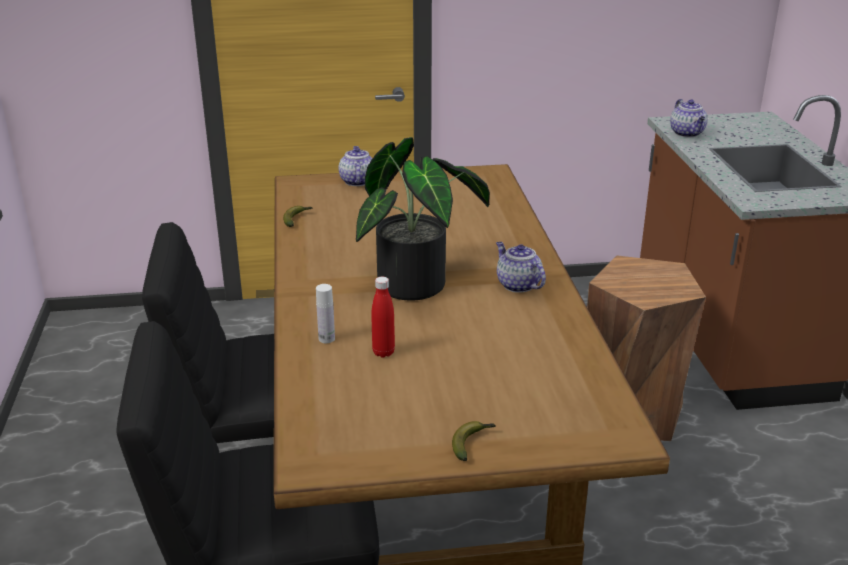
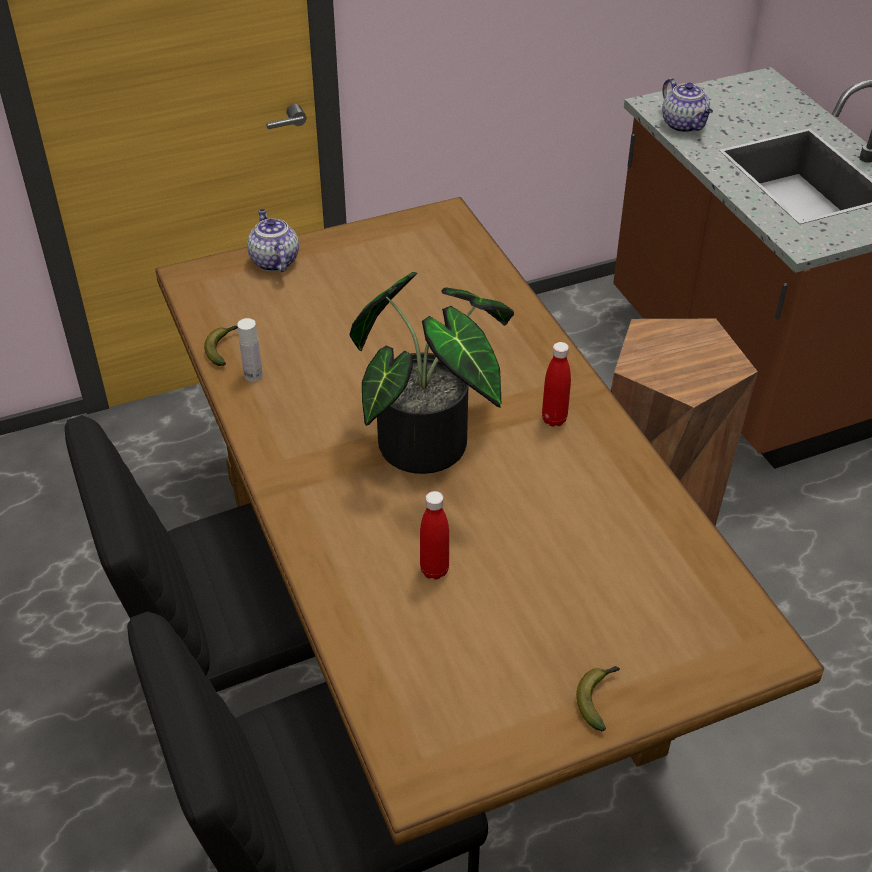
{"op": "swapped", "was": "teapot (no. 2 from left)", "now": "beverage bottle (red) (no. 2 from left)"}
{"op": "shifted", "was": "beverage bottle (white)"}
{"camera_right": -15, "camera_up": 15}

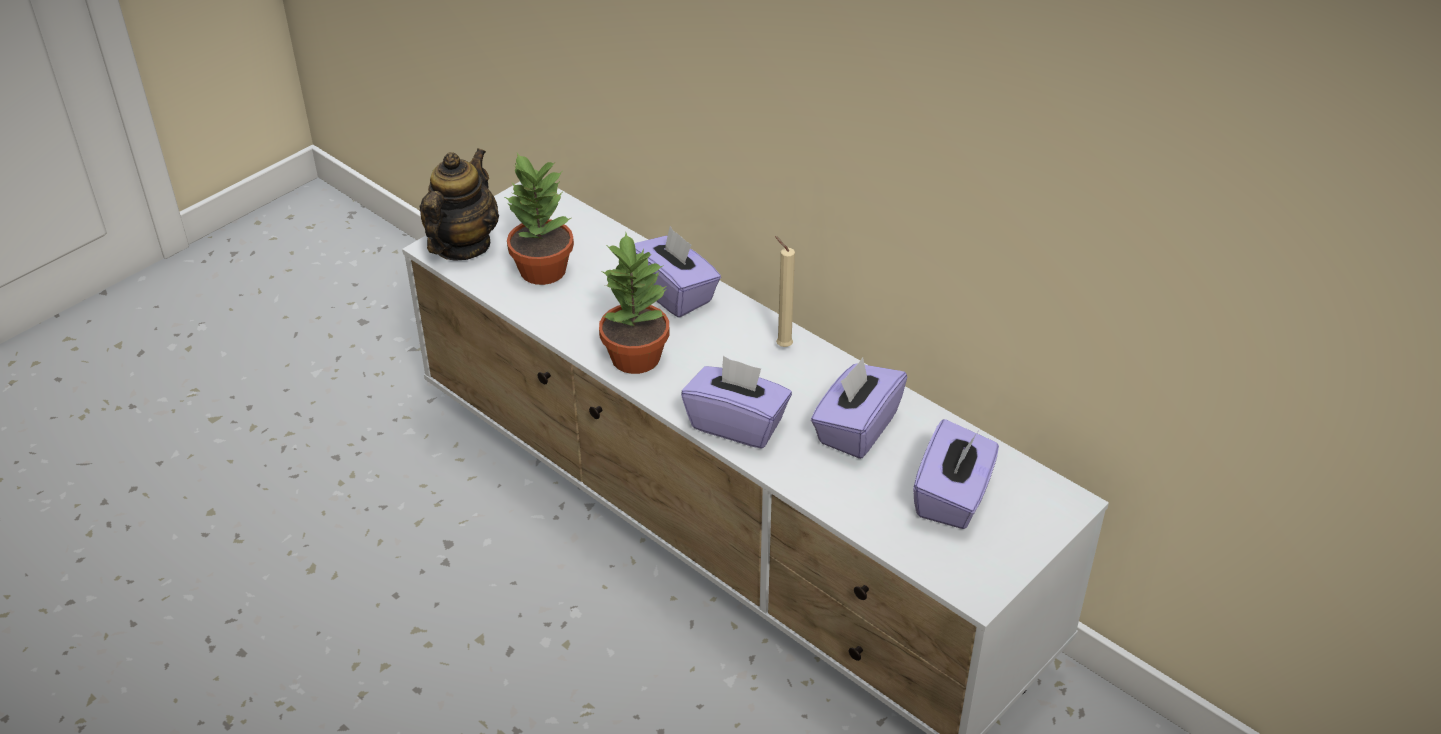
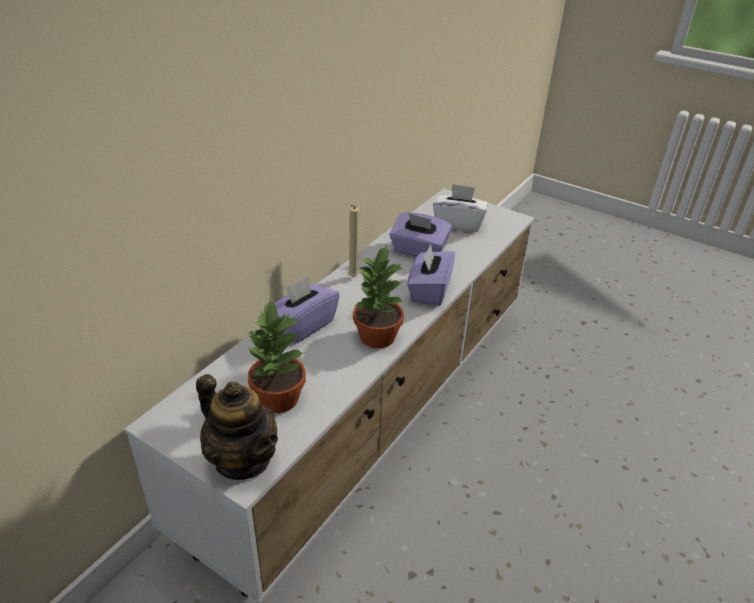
{"op": "rotated", "was": "teapot", "clockwise": -150}
{"op": "repainted", "was": "tissue box (purplish) (no. 4 from left)", "now": "tissue box (white)"}
{"camera_right": -100, "camera_up": -5}

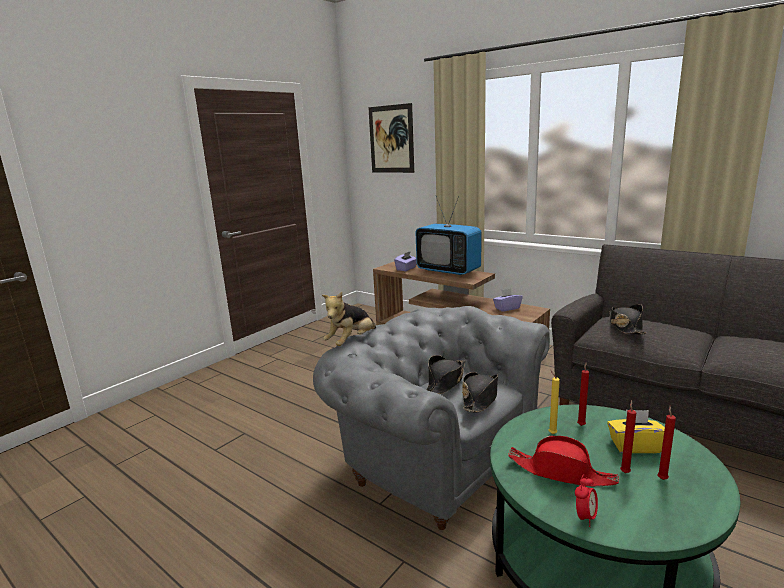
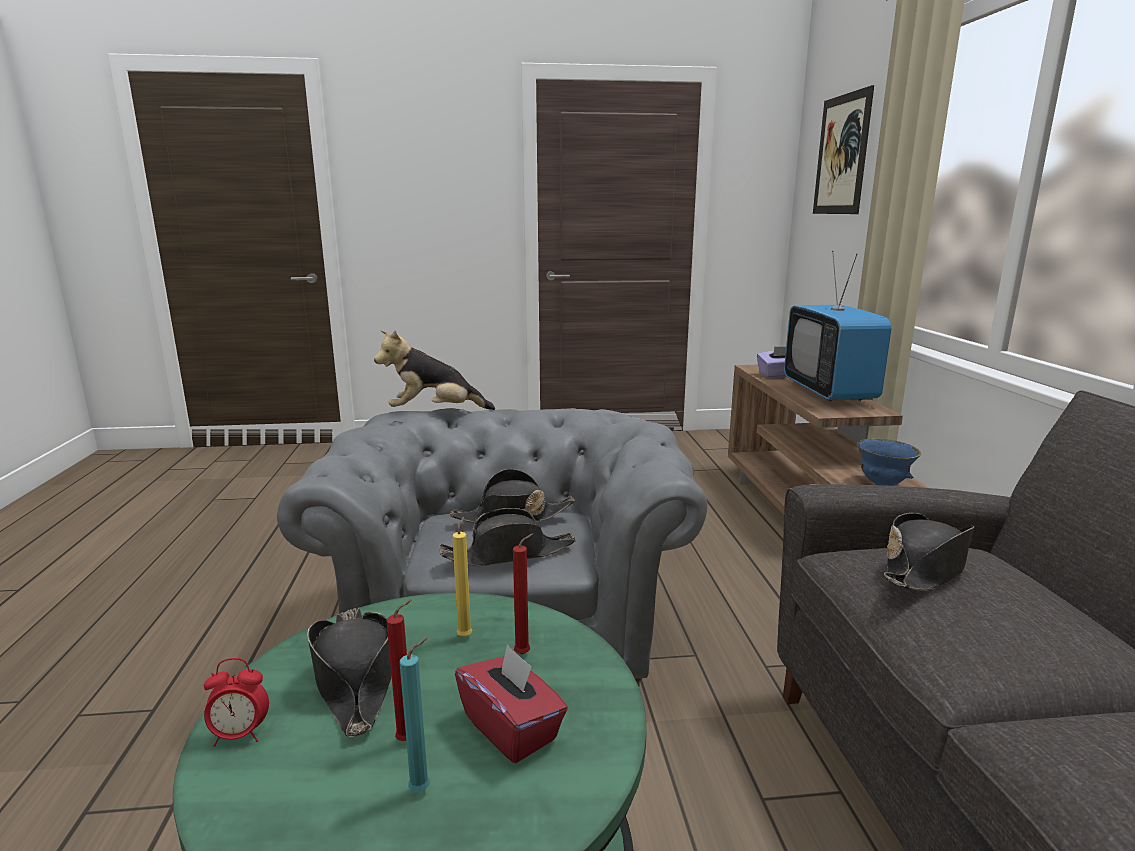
{"op": "swapped", "was": "tissue box (purplish) (no. 2 from left)", "now": "bowl (bluish)"}
{"op": "repainted", "was": "wax candle (red) (no. 3 from left)", "now": "wax candle (blue-green)"}
{"op": "repainted", "was": "tissue box (yellow)", "now": "tissue box (red)"}
{"op": "repainted", "was": "wearable hat (red)", "now": "wearable hat (black-coloured) (no. 1 from left)"}
{"camera_right": 45, "camera_up": 0}

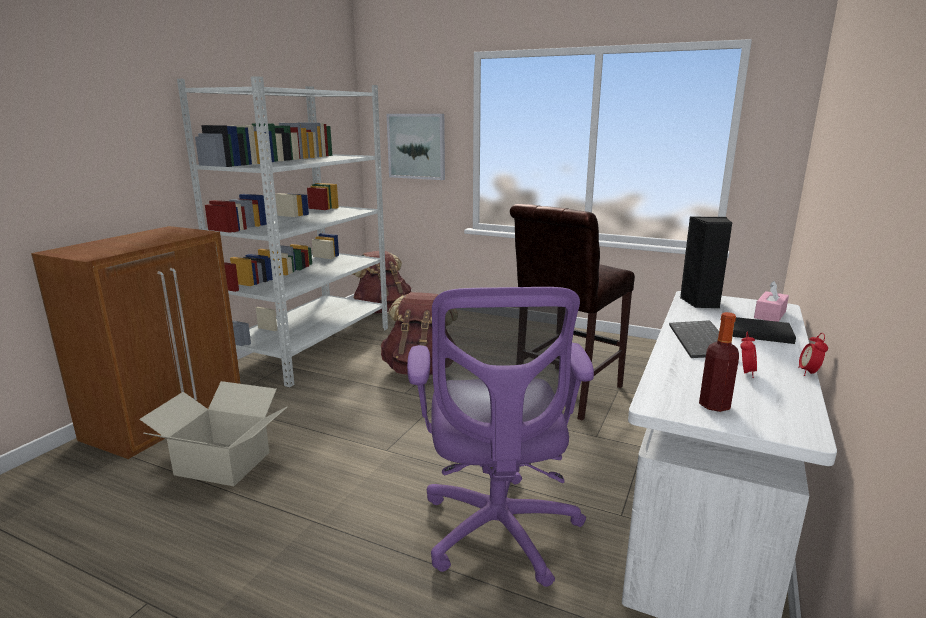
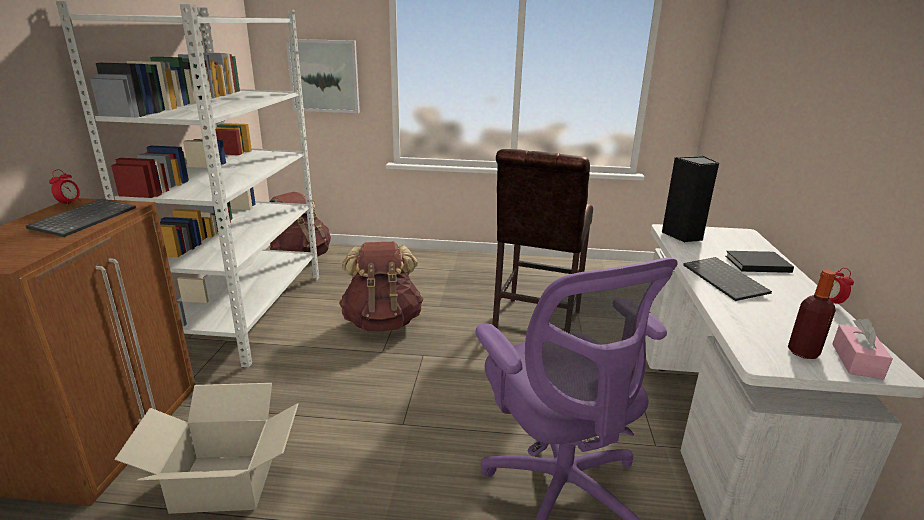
{"op": "shifted", "was": "tissue box (pink-coloured)"}
{"op": "shifted", "was": "alarm clock (no. 1 from left)"}
{"op": "new", "now": "computer keyboard (no. 1 from left)"}
{"camera_right": -20, "camera_up": 5}

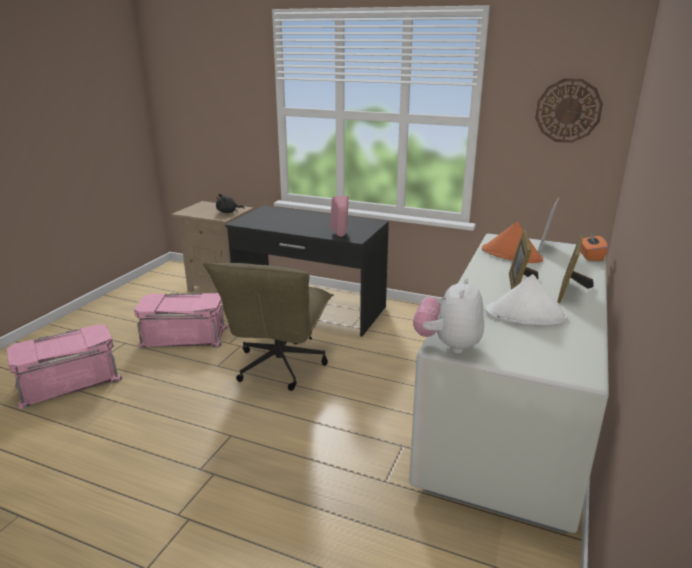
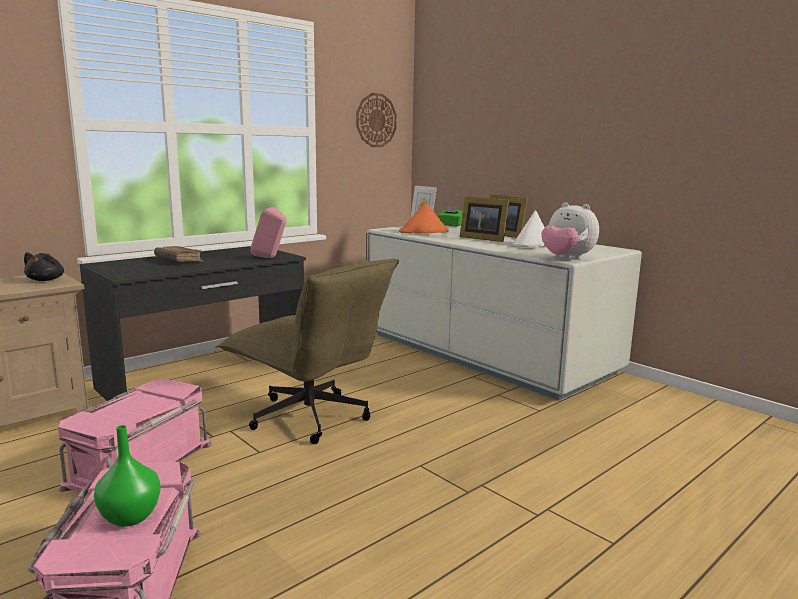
{"op": "repainted", "was": "tissue box (orange)", "now": "tissue box (greenish)"}
{"op": "new", "now": "book (brown-coloured)"}
{"op": "new", "now": "vase (greenish)"}
{"camera_right": -65, "camera_up": -10}

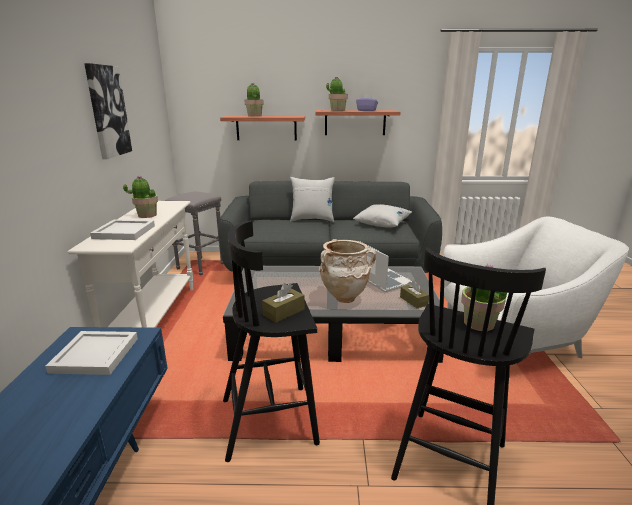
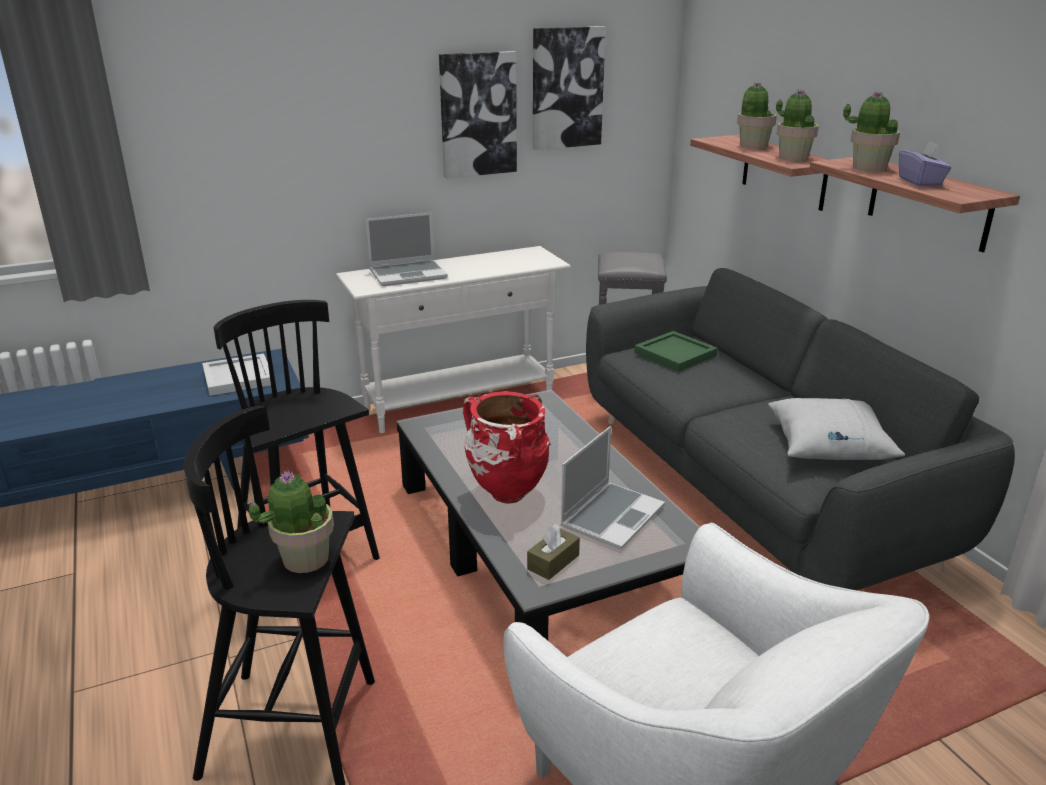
{"op": "shifted", "was": "potted plant (no. 1 from left in the first image)", "now": "potted plant (no. 3 from left)"}
{"op": "gone", "was": "cushion (gray) (no. 1 from left)"}
{"op": "swapped", "was": "tray (white) (no. 2 from left)", "now": "notebook computer (no. 1 from left)"}
{"op": "repainted", "was": "vase (beige)", "now": "vase (red)"}
{"op": "gone", "was": "tissue box (brown-coloured) (no. 1 from left)"}
{"op": "new", "now": "wall picture (no. 2 from left)"}
{"op": "new", "now": "tray (greenish)"}
{"camera_right": 65, "camera_up": 5}

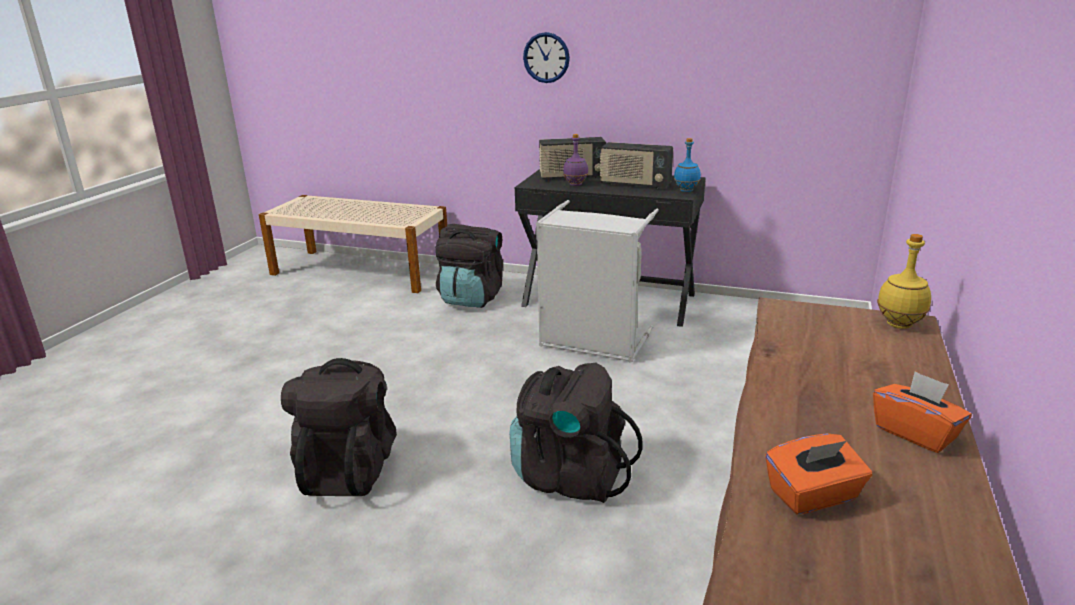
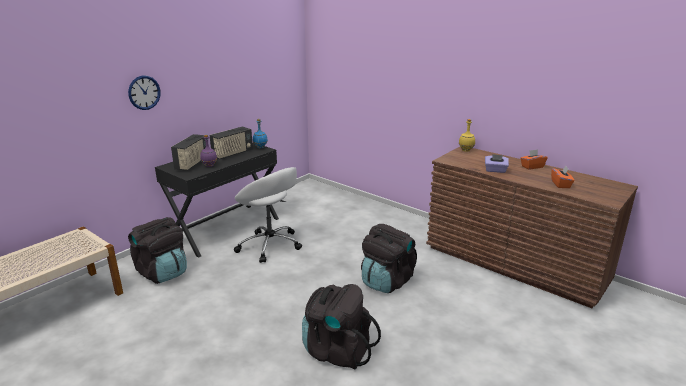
{"op": "swapped", "was": "washing basket (gray)", "now": "office chair (white)"}
{"op": "new", "now": "tissue box (purplish)"}
{"camera_right": -70, "camera_up": 0}

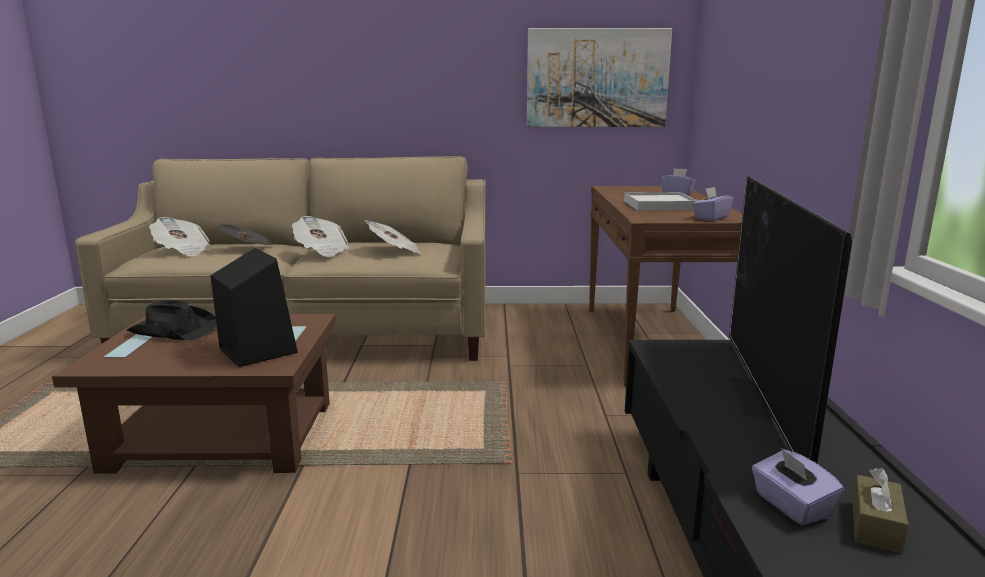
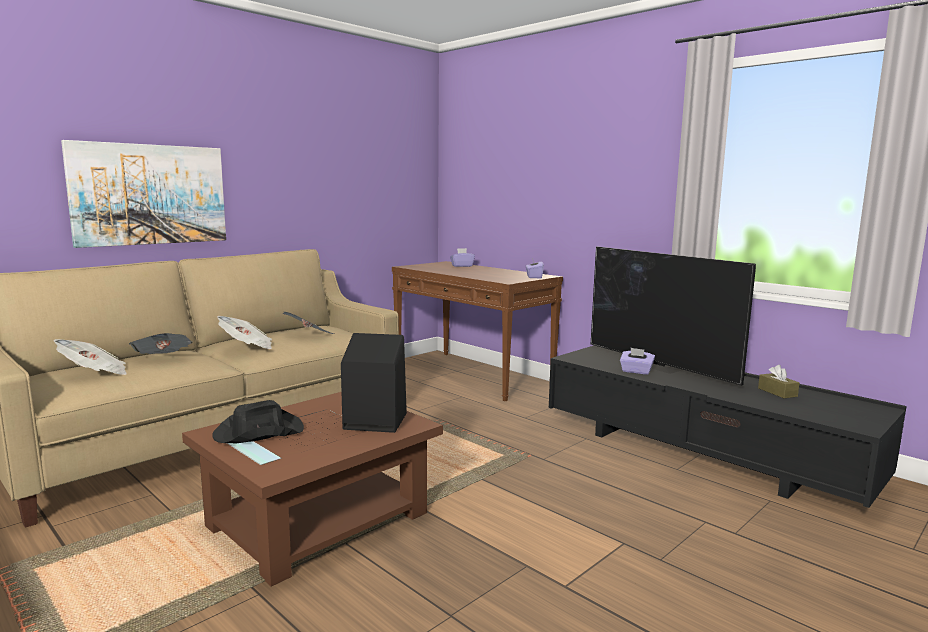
{"op": "shifted", "was": "wall picture"}
{"op": "gone", "was": "tray (white)"}
{"op": "shifted", "was": "tissue box (purplish) (no. 3 from left)"}
{"camera_right": -45, "camera_up": -5}

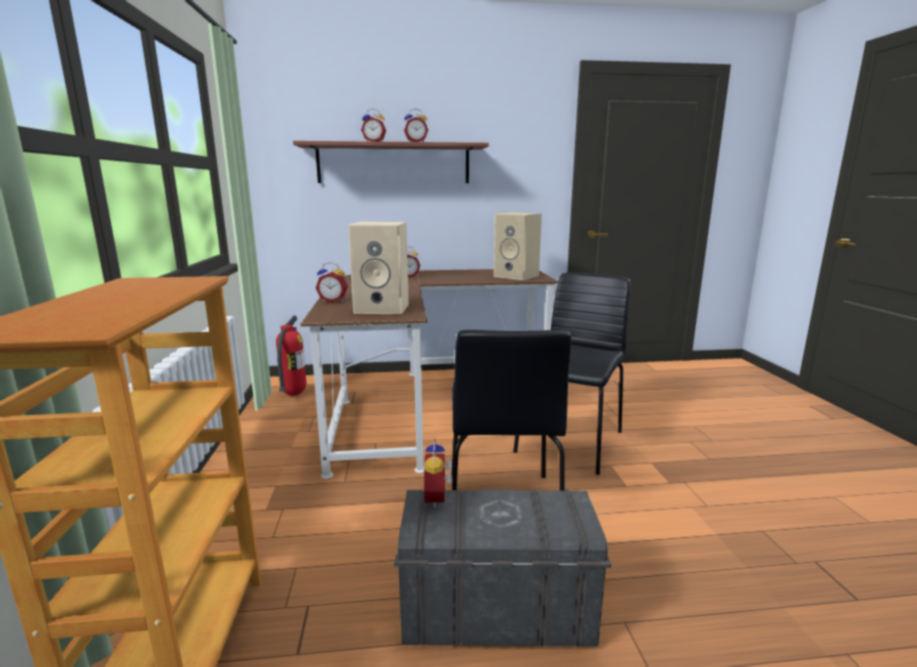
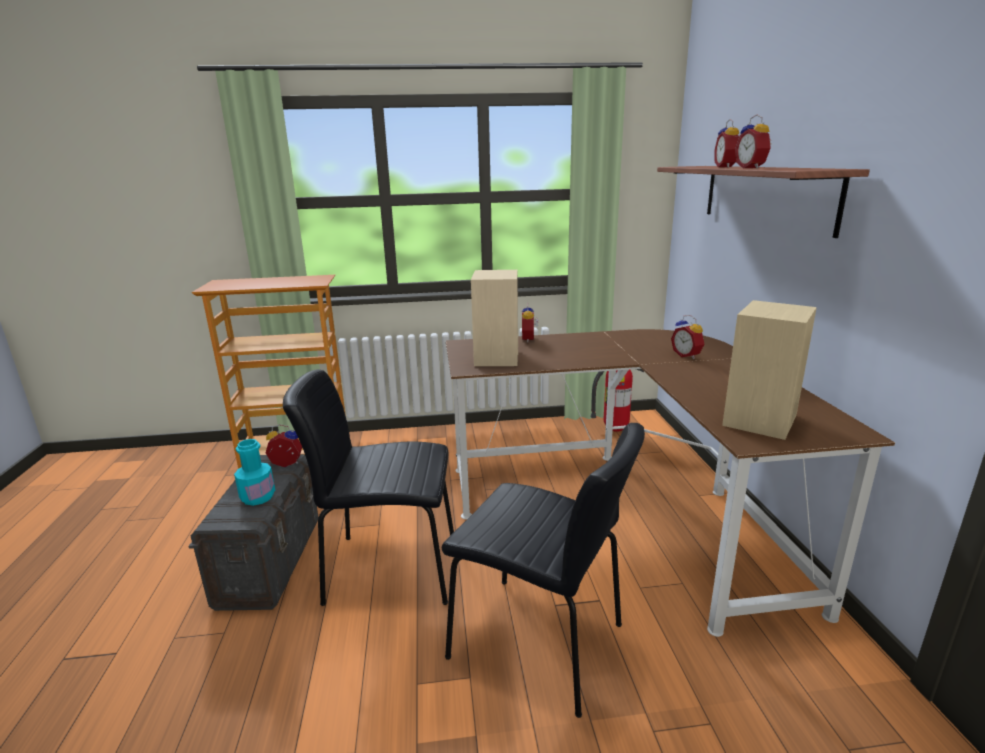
{"op": "new", "now": "beverage bottle (blue-green)"}
{"camera_right": 90, "camera_up": 5}

